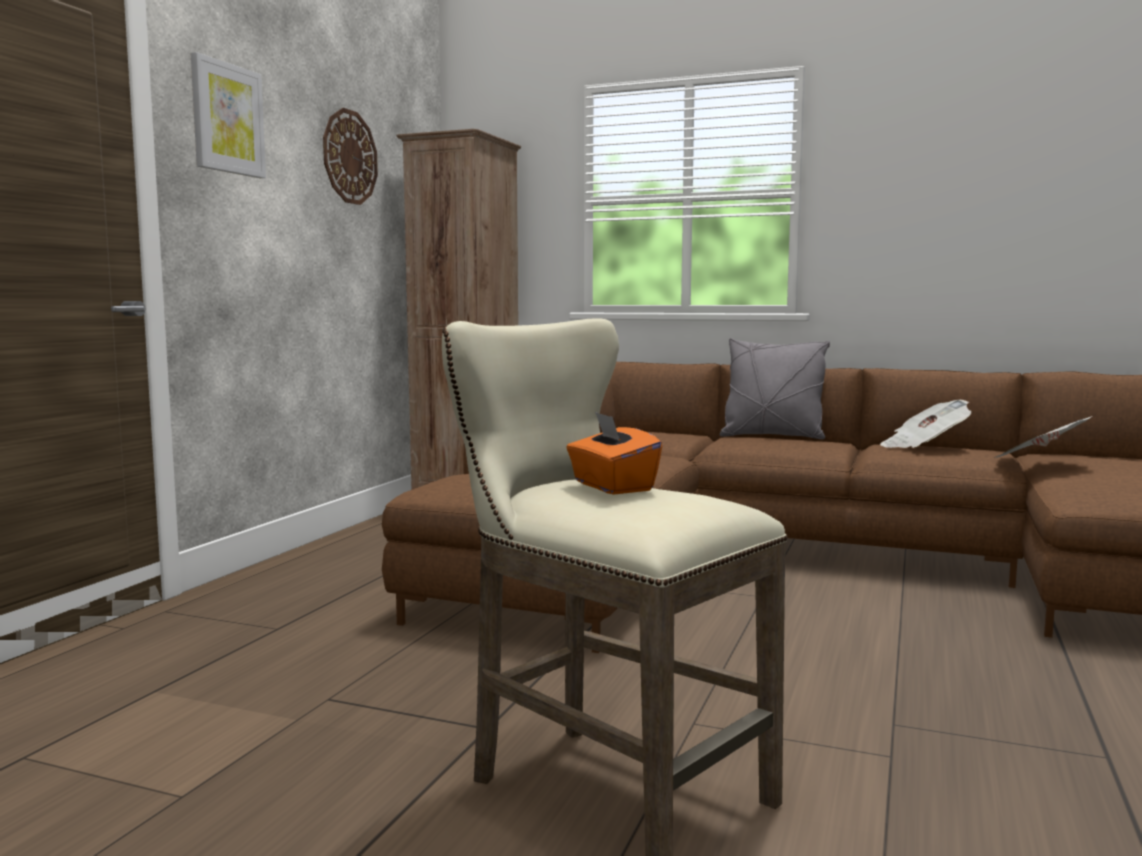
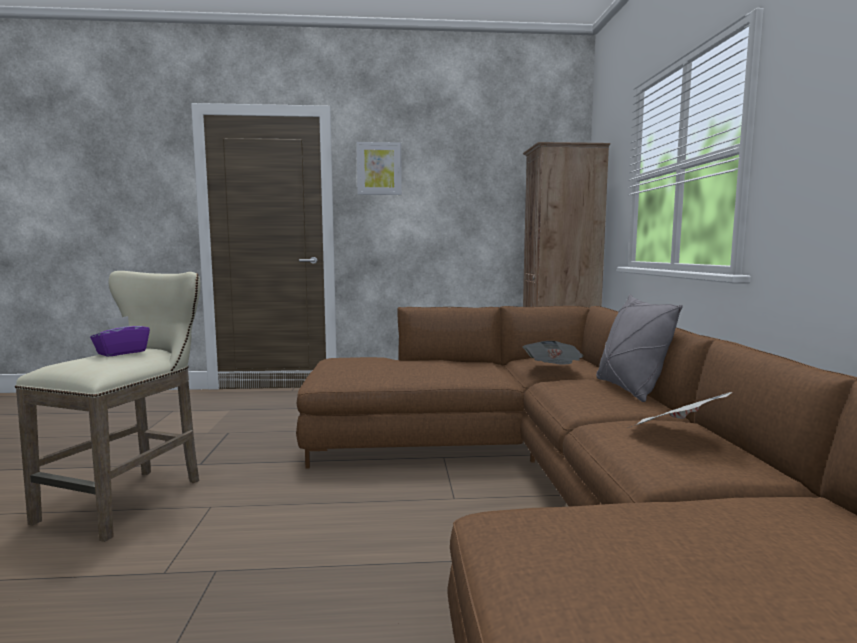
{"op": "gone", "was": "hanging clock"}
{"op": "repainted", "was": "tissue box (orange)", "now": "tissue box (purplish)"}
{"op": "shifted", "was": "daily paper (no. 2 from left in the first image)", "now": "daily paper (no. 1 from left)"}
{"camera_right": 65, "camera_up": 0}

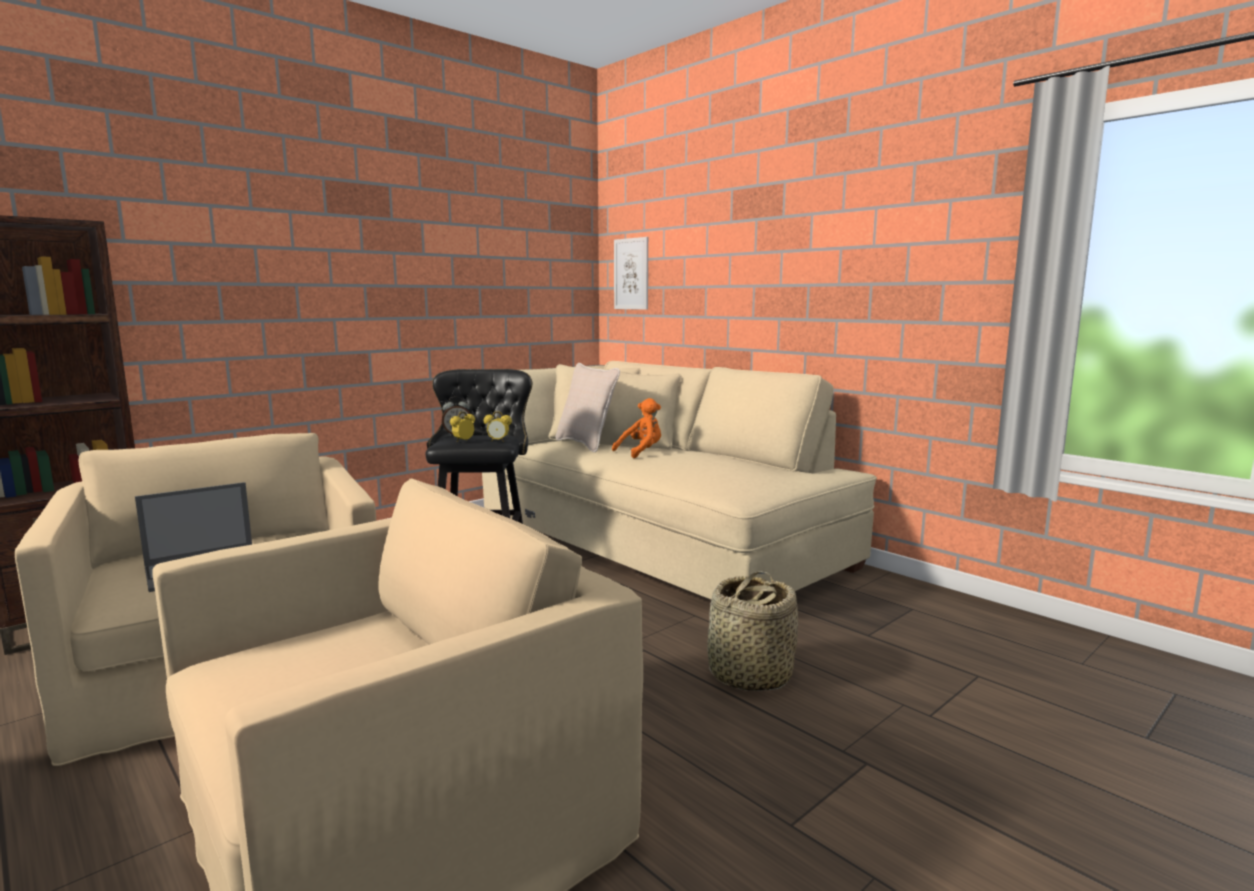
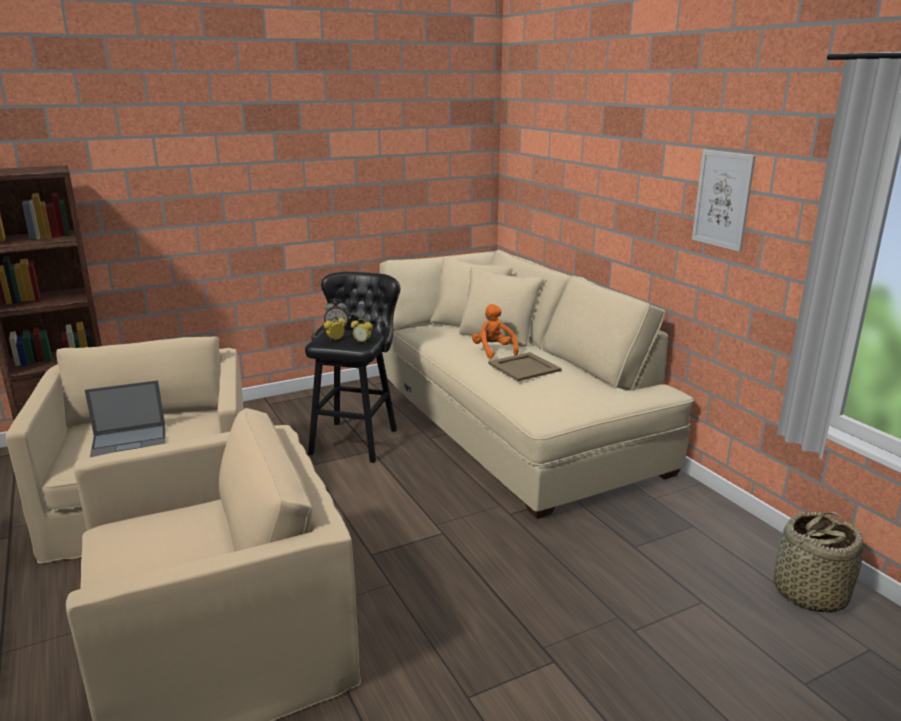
{"op": "shifted", "was": "wall picture"}
{"op": "gone", "was": "cushion (beige)"}
{"op": "rotated", "was": "plush toy (orange)", "clockwise": -90}
{"op": "shifted", "was": "household basket"}
{"op": "new", "now": "tray (beige)"}
{"camera_right": 15, "camera_up": 10}

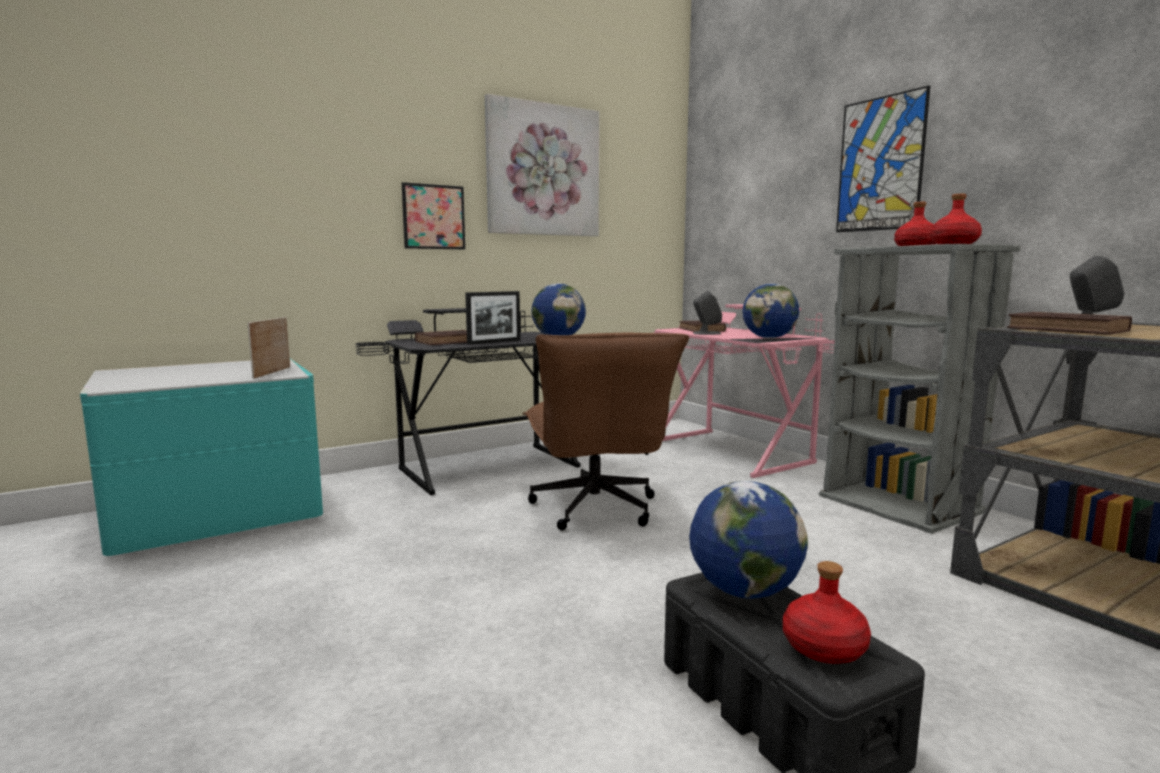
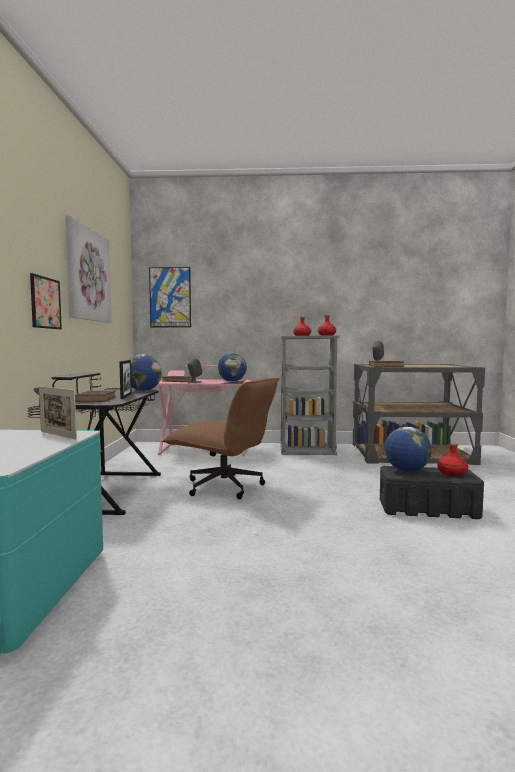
{"op": "shifted", "was": "wall picture (no. 3 from left)"}
{"camera_right": -55, "camera_up": -5}

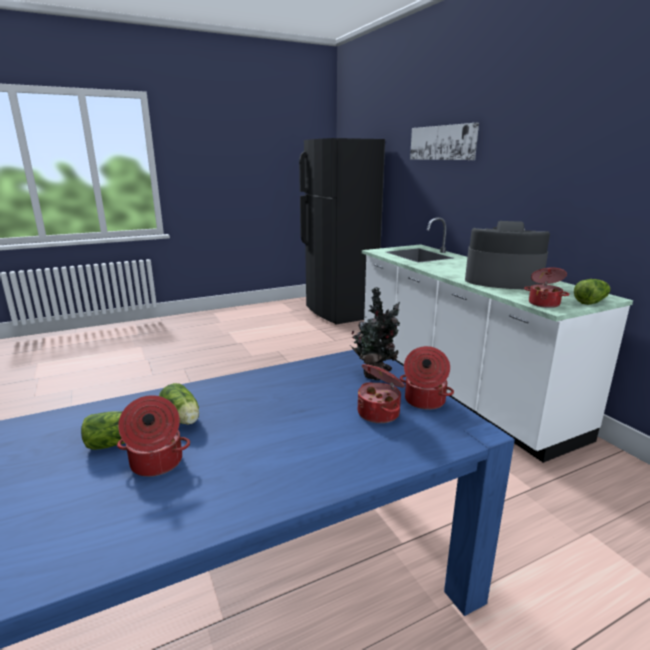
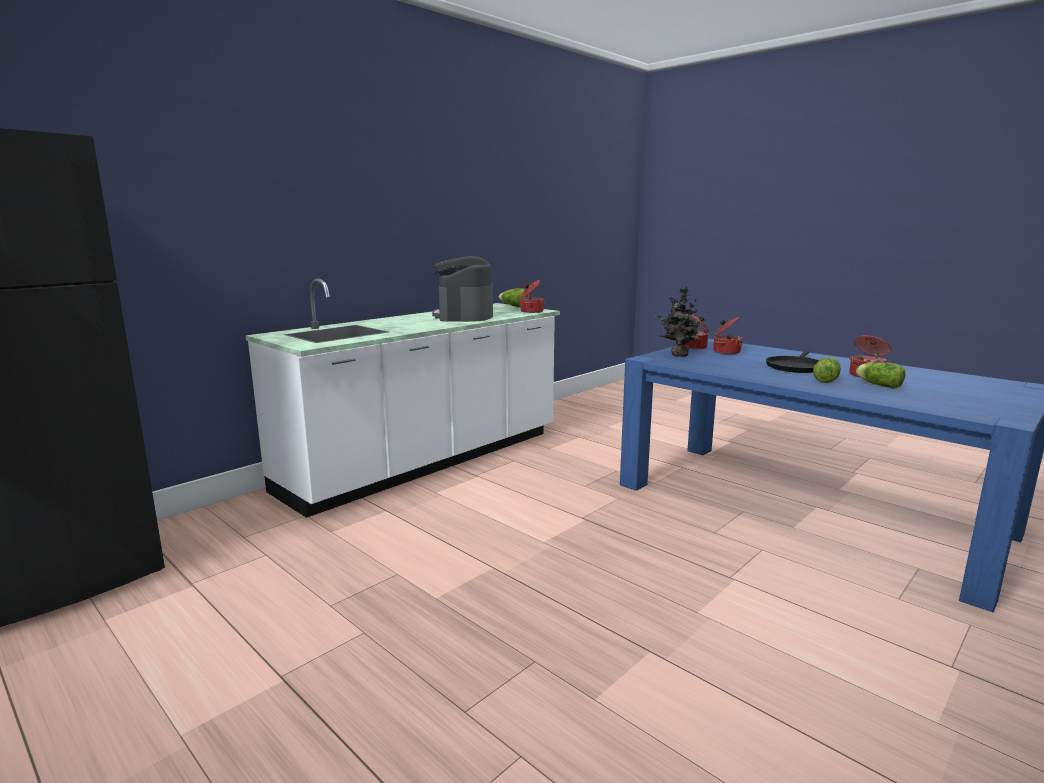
{"op": "gone", "was": "wall picture"}
{"op": "new", "now": "frying pan (black-coloured)"}
{"camera_right": -110, "camera_up": -5}

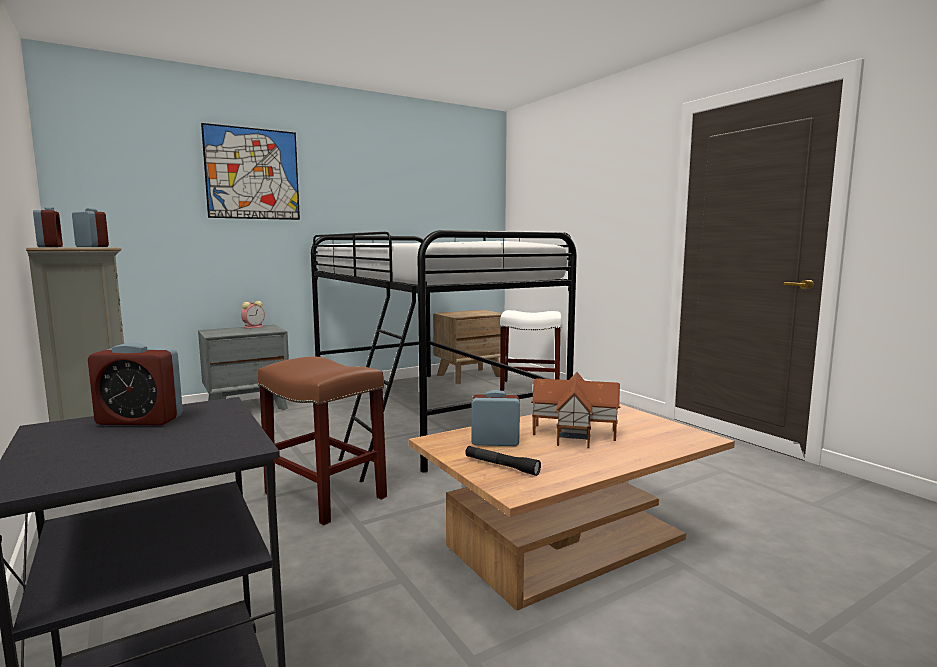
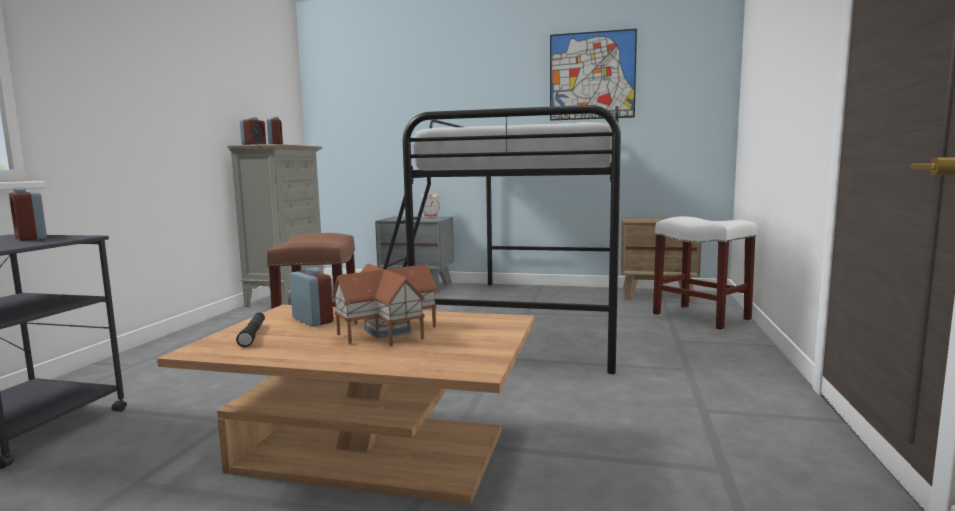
{"op": "shifted", "was": "wall picture"}
{"camera_right": 45, "camera_up": 0}

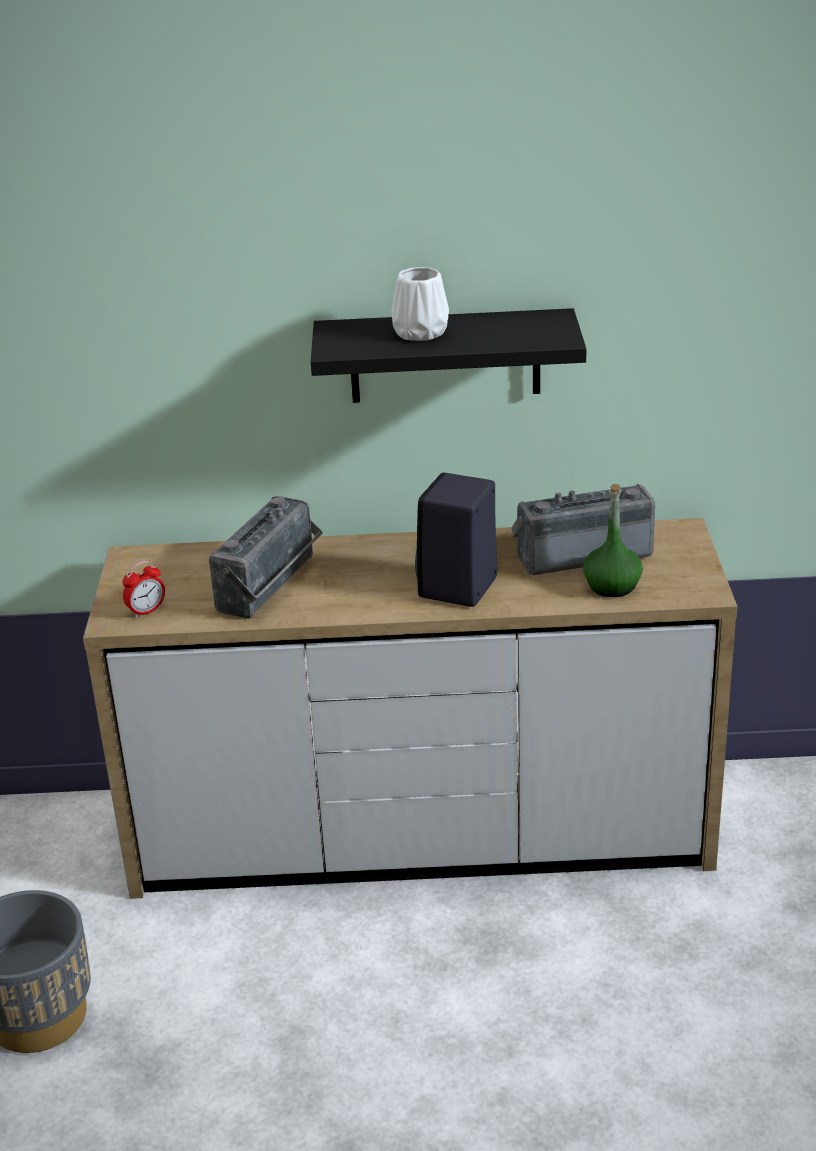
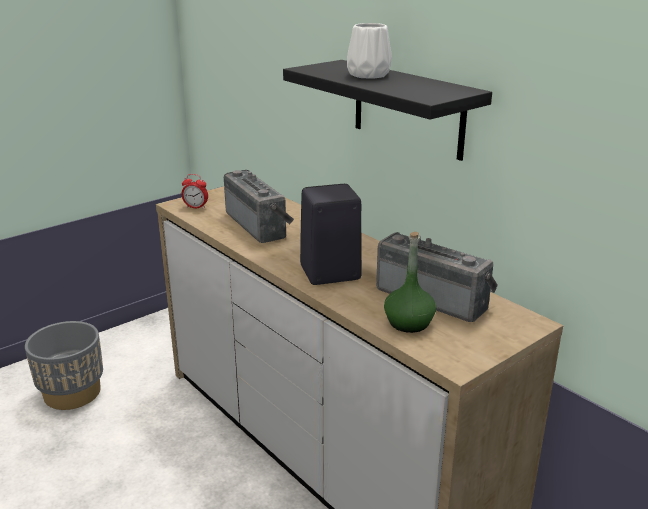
{"op": "rotated", "was": "radio receiver (no. 1 from left)", "clockwise": -105}
{"camera_right": 50, "camera_up": -5}

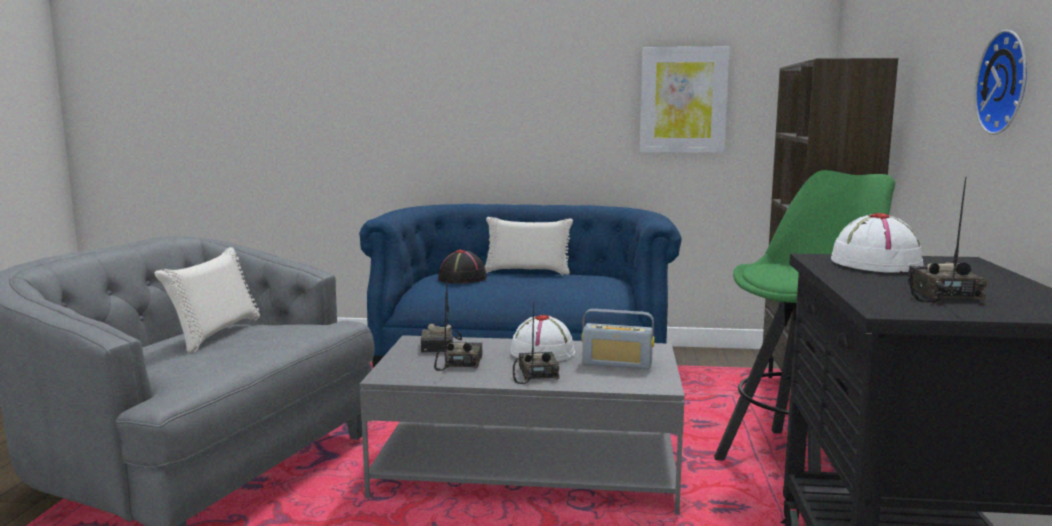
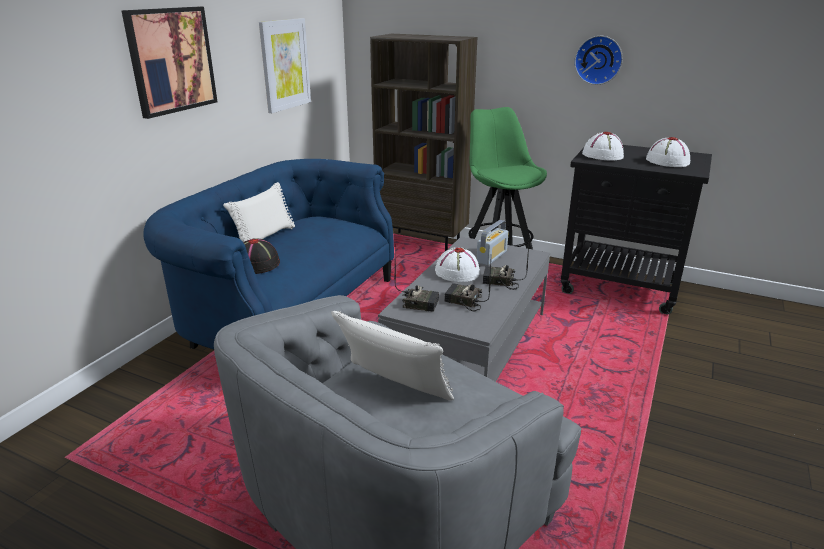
{"op": "swapped", "was": "radio receiver (no. 5 from left)", "now": "wearable hat (white) (no. 3 from left)"}
{"op": "new", "now": "wall picture (no. 1 from left)"}
{"camera_right": -70, "camera_up": 15}

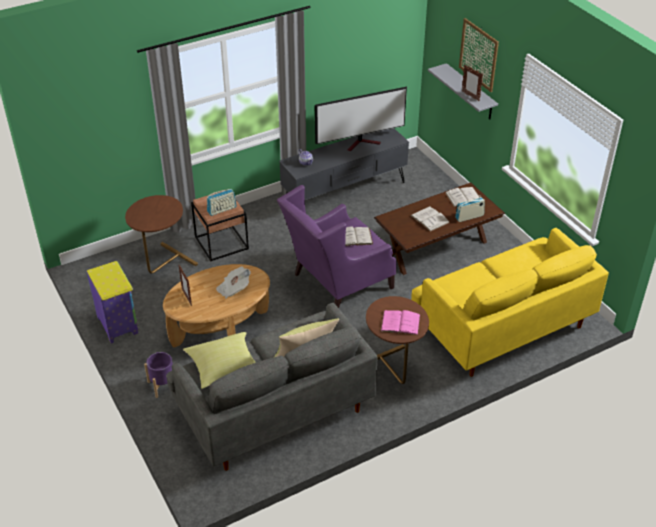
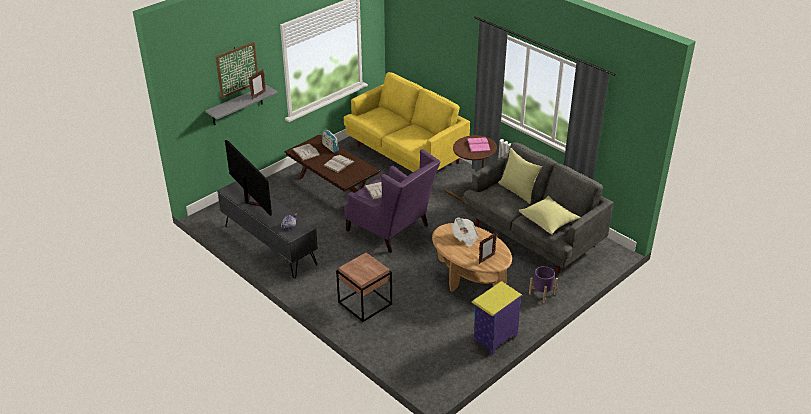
{"op": "gone", "was": "radio receiver (no. 1 from left)"}
{"op": "gone", "was": "accent table (brown-coloured) (no. 1 from left)"}
{"camera_right": -105, "camera_up": -5}

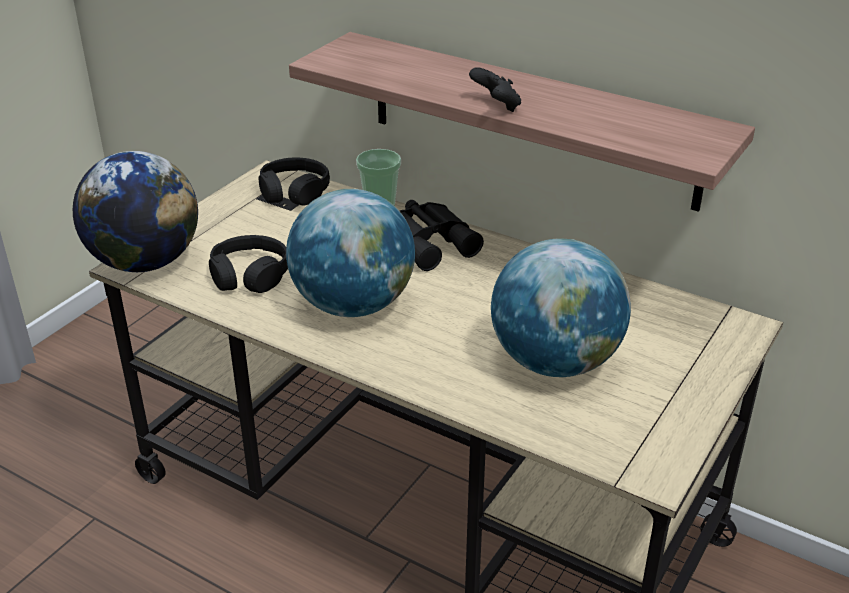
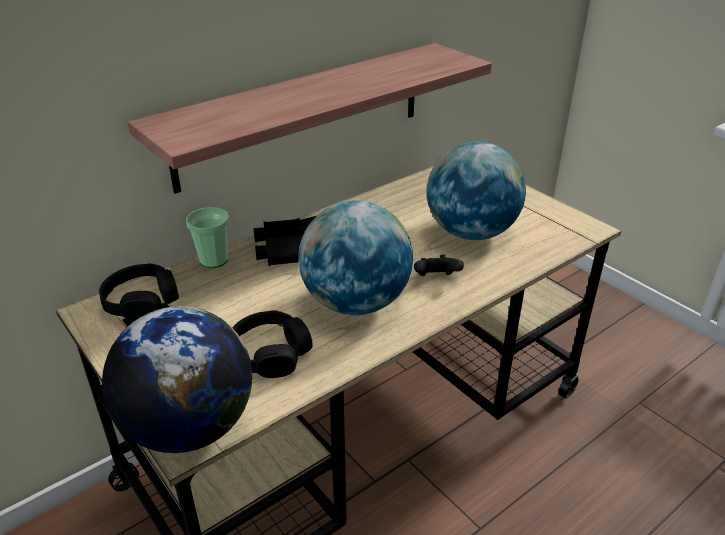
{"op": "shifted", "was": "joypad (black-coloured)"}
{"camera_right": -70, "camera_up": 0}

